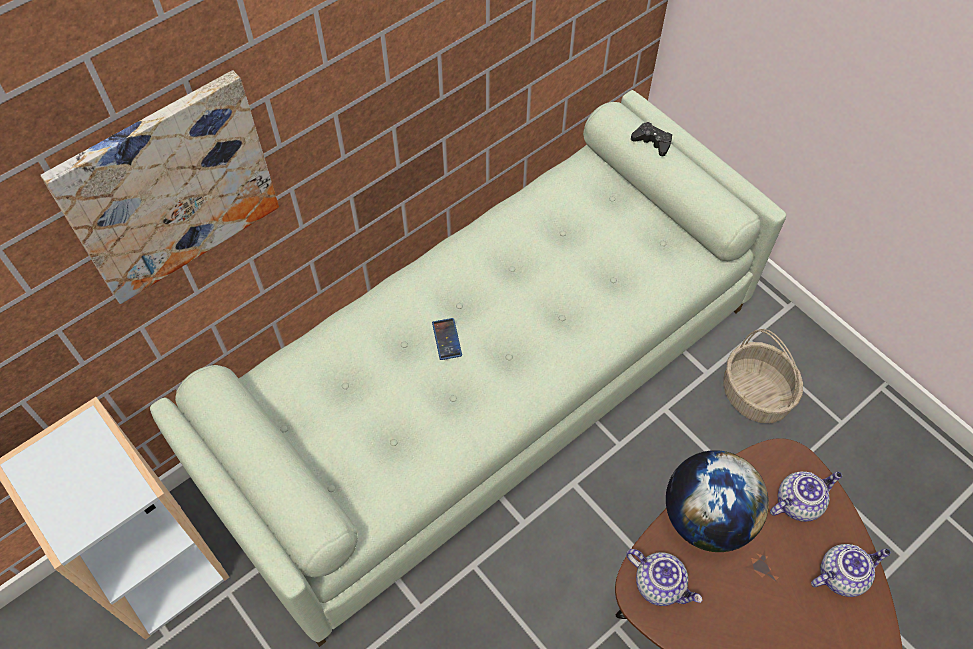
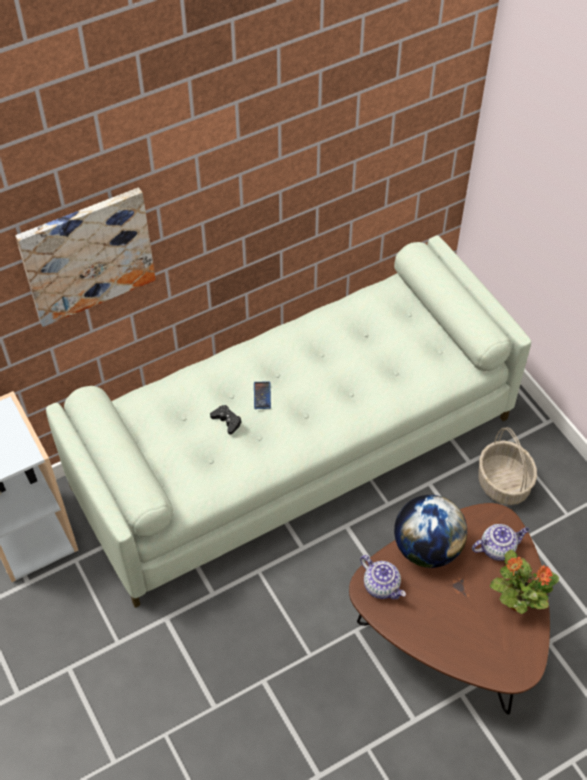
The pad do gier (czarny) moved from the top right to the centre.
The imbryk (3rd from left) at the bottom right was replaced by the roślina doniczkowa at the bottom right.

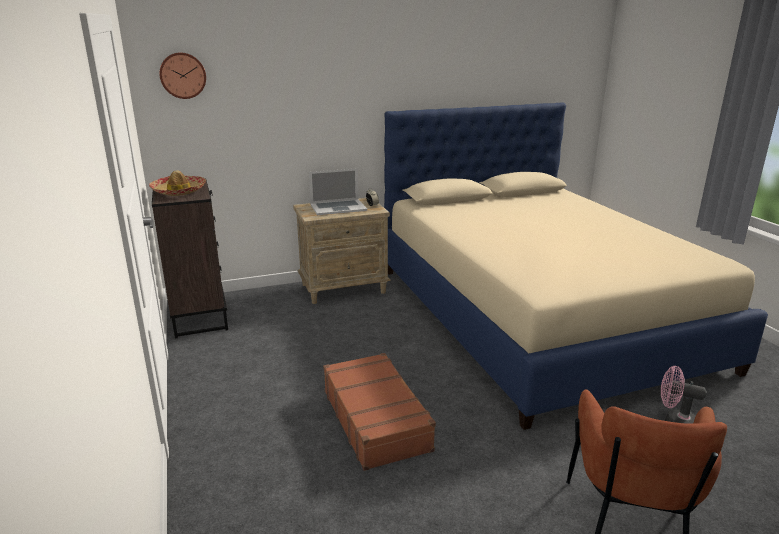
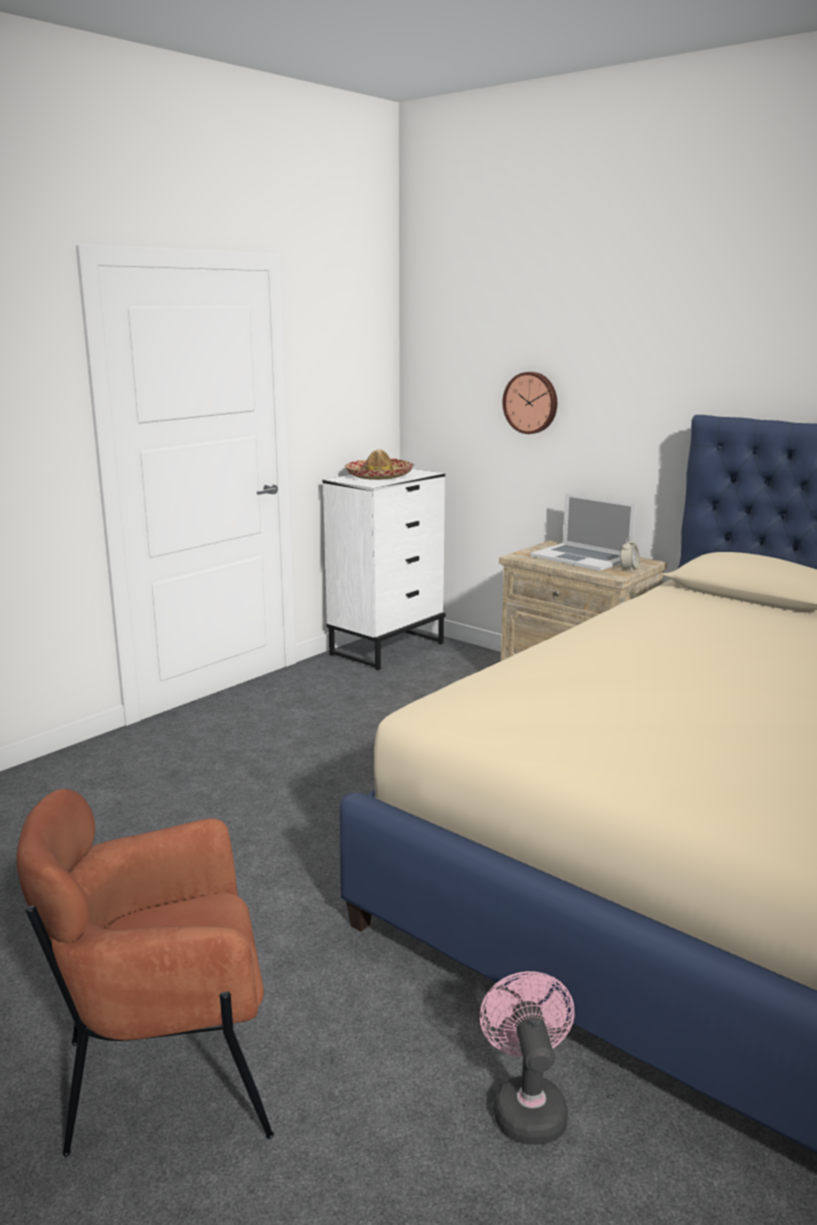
The zegar ścienny moved from the top left to the top centre.
The komoda (brązowy) at the middle left became the komoda (biały) at the centre.
The walizka (brązowy) at the bottom centre disappeared.

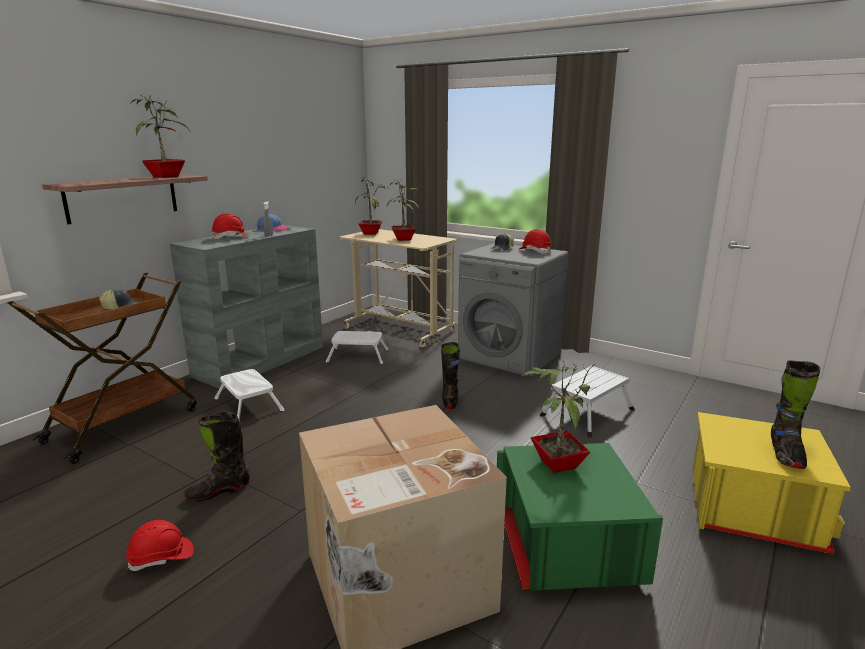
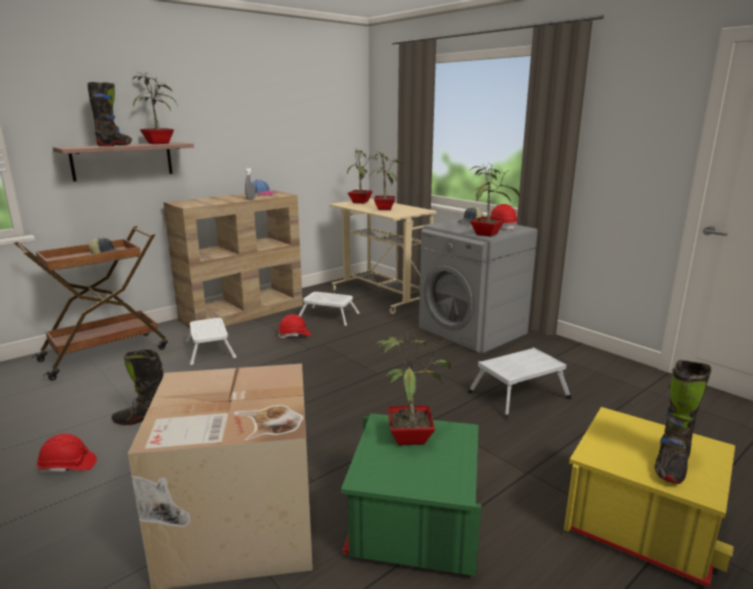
The kask (czerwony) (2nd from left) moved from the middle left to the centre.
The regał (szary) at the middle left became the regał (brązowy) at the middle left.
The but z cholewką (czarny) (2nd from left in the first image) moved from the centre to the top left.
The roślina doniczkowa (5th from left) at the centre appeared.

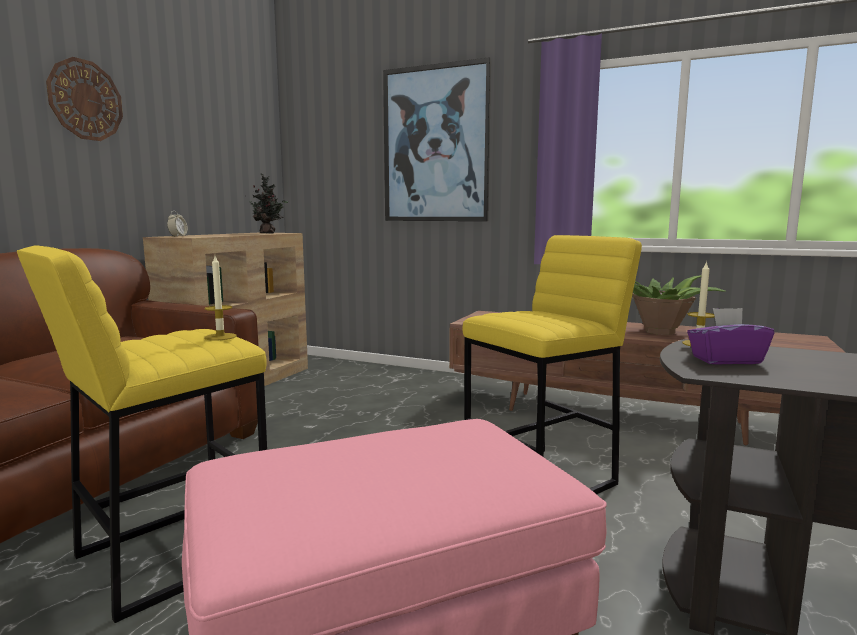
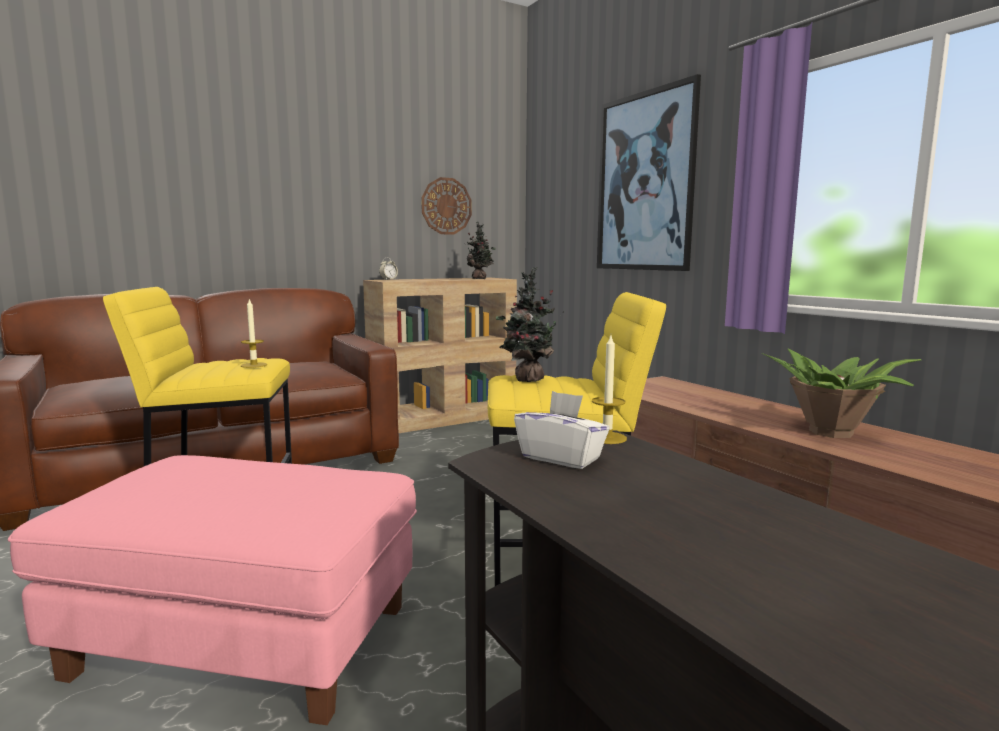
The zegar ścienny moved from the top left to the top centre.
The pudełko chusteczek (fioletowy) at the middle right became the pudełko chusteczek (biały) at the centre.
The roślina doniczkowa (2nd from left) at the centre appeared.

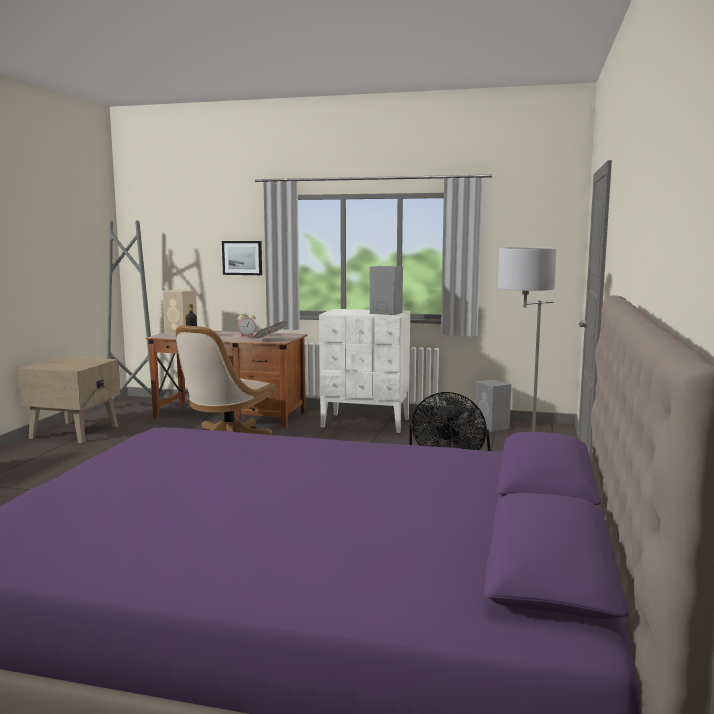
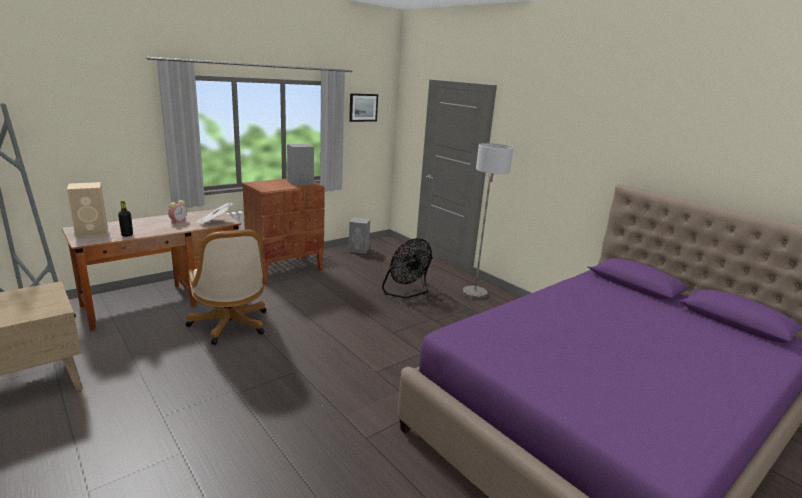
The obraz moved from the centre to the top centre.
The komoda (biały) at the centre became the komoda (brązowy) at the centre.

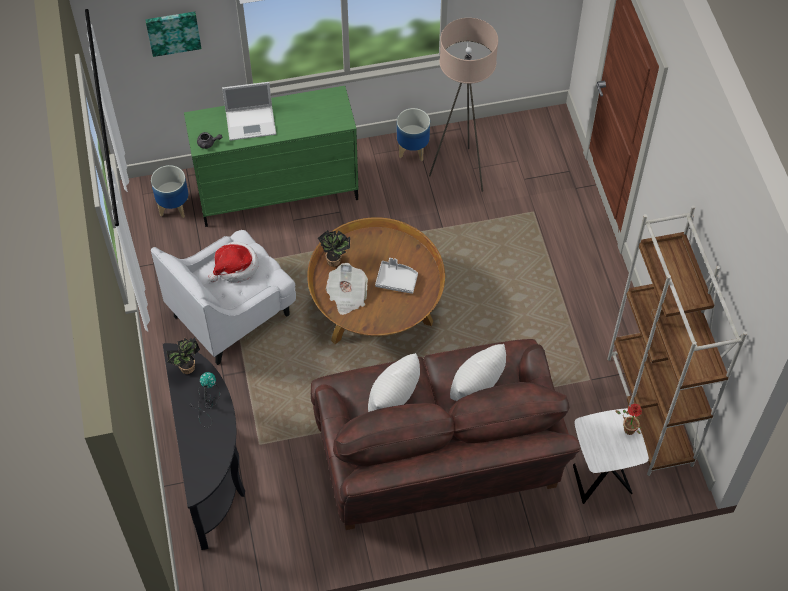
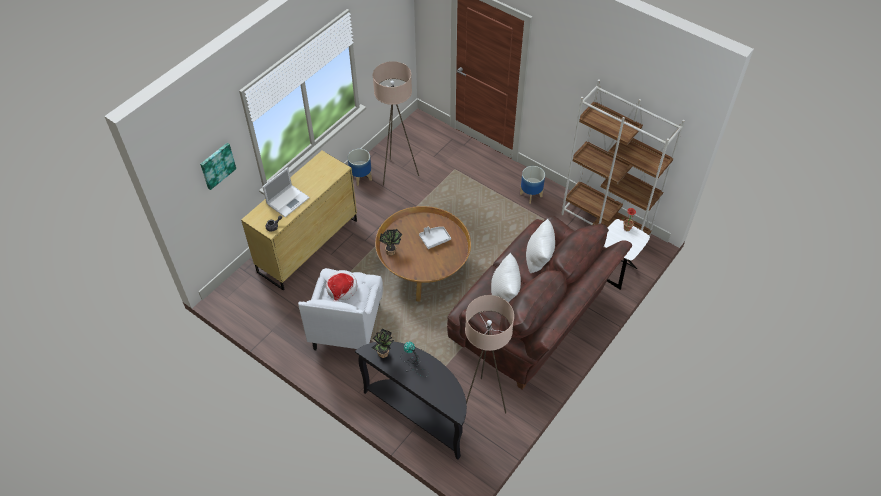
The komoda (zielony) at the top centre became the komoda (beżowy) at the centre.
The donica (1st from left in the first image) moved from the top left to the centre.
The gazeta at the centre disappeared.
The lampa stojąca (beżowy) (2nd from left) at the bottom centre appeared.

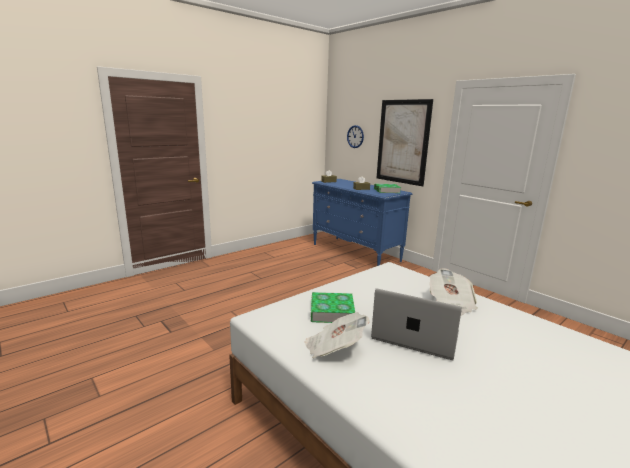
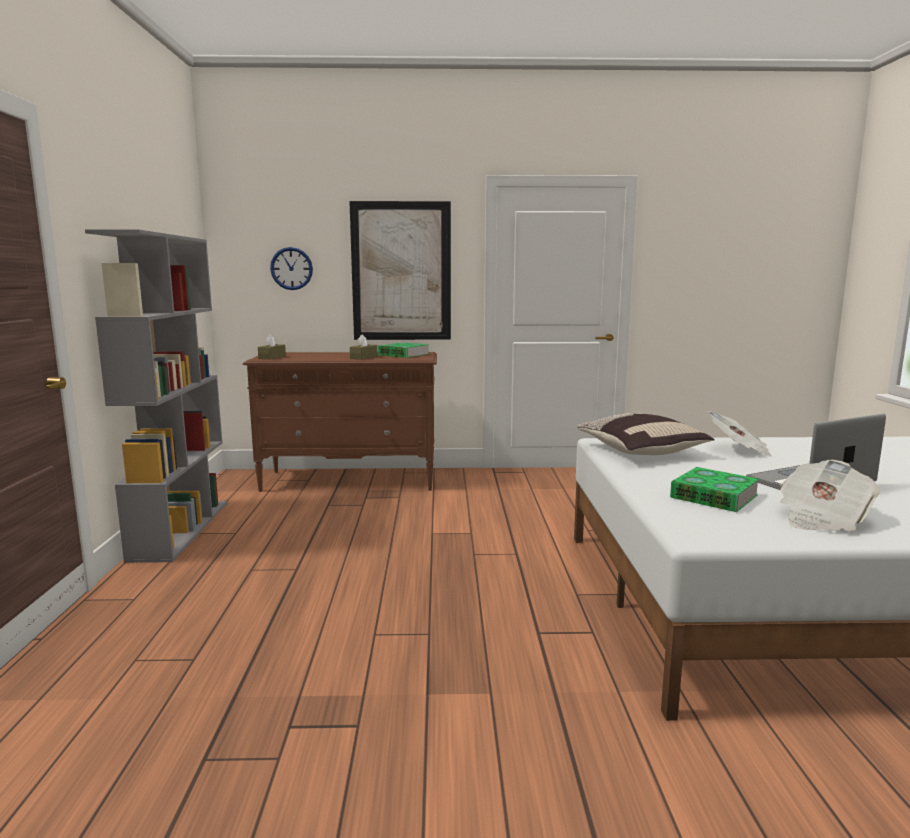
The komoda (niebieski) at the centre became the komoda (brązowy) at the centre.
The regał (szary) at the middle left appeared.
The poduszka at the middle right appeared.

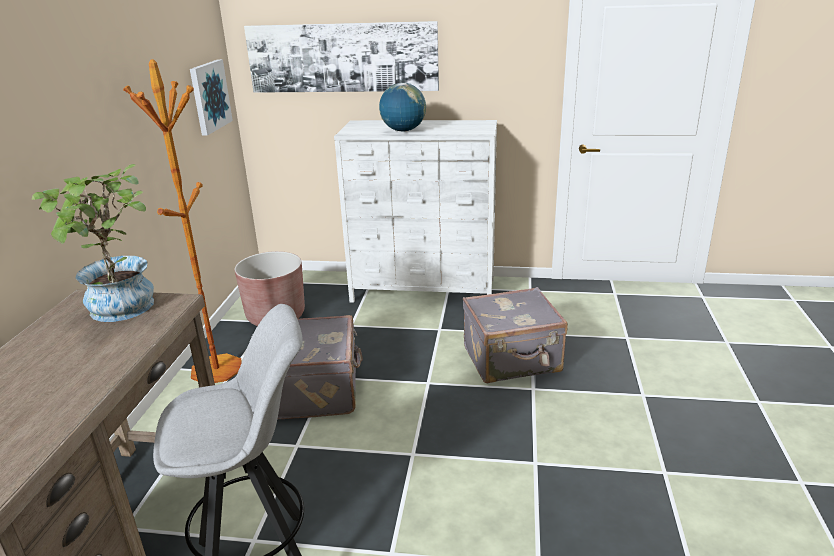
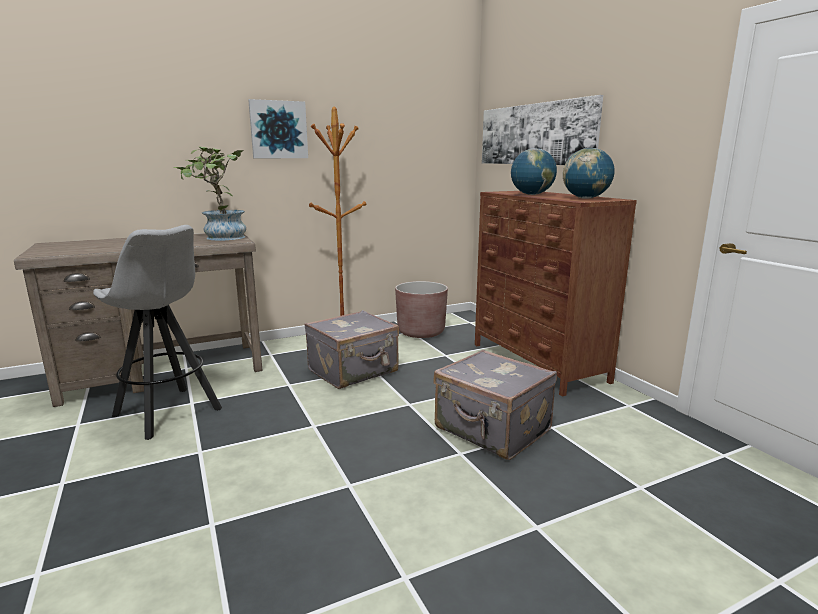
The obraz (1st from left) moved from the top left to the top centre.
The komoda (biały) at the centre became the komoda (brązowy) at the middle right.
The globus (2nd from left) at the top right appeared.

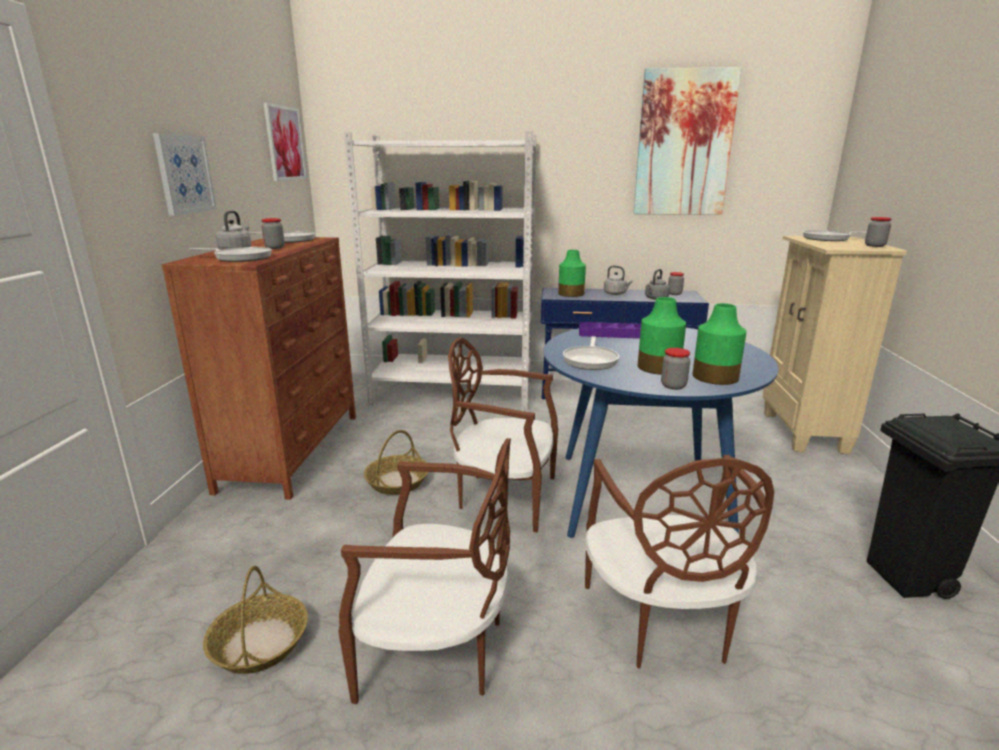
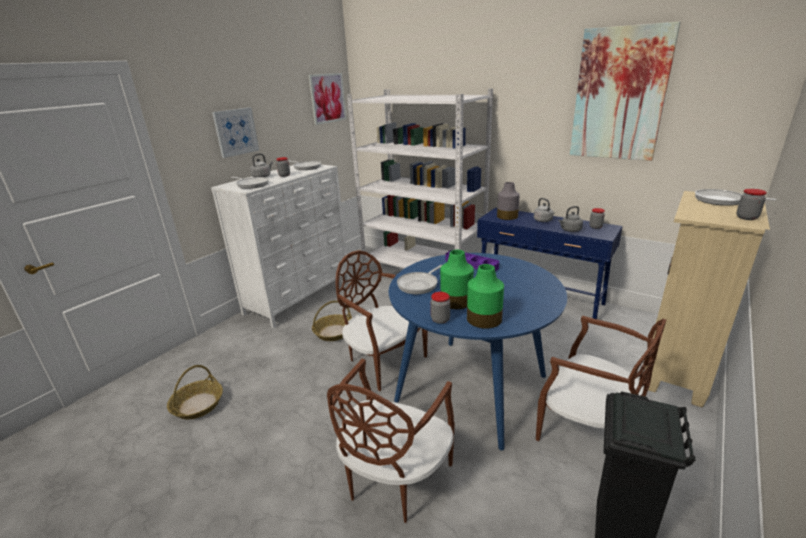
The komoda (brązowy) at the middle left became the komoda (biały) at the centre.
The wazon (zielony) (1st from left) at the centre became the wazon (szary) at the centre.
The krzesło (brązowy) (1st from left in the first image) moved from the bottom centre to the bottom right.

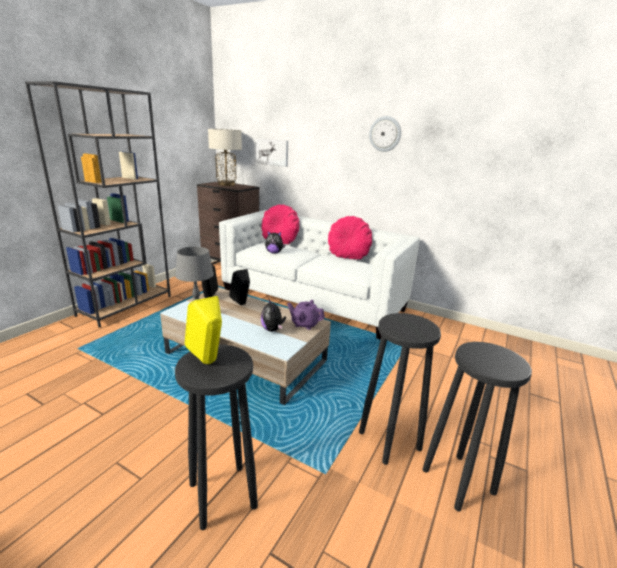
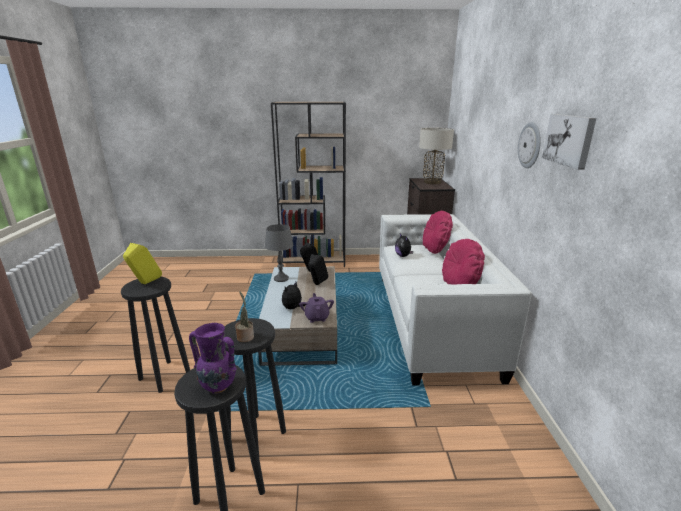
The obraz moved from the top centre to the top right.
The roślina doniczkowa at the centre appeared.
The wazon (fioletowy) at the bottom left appeared.

